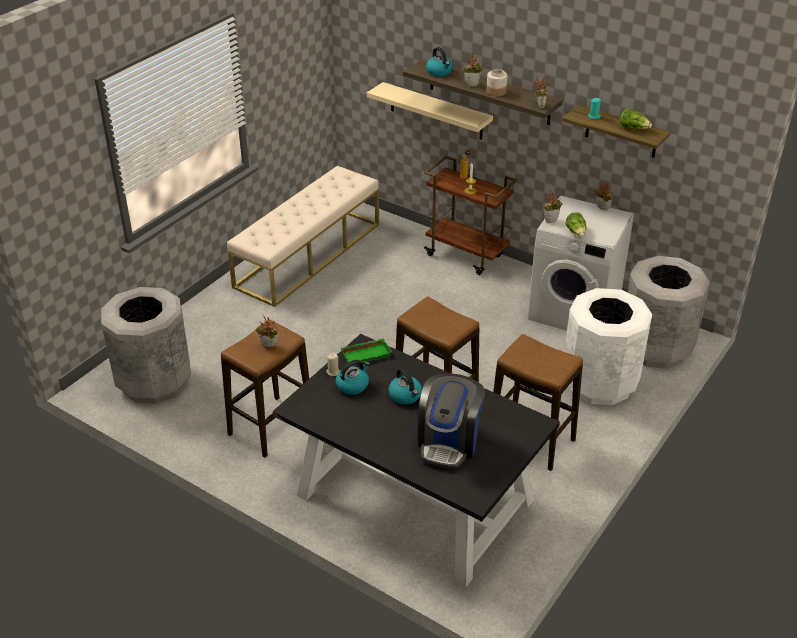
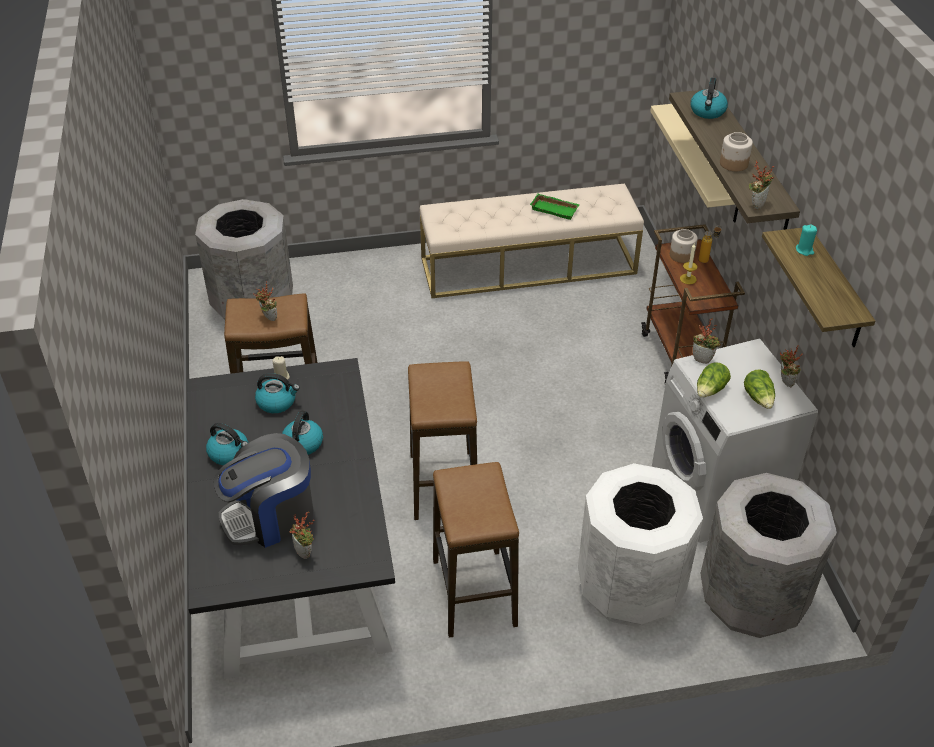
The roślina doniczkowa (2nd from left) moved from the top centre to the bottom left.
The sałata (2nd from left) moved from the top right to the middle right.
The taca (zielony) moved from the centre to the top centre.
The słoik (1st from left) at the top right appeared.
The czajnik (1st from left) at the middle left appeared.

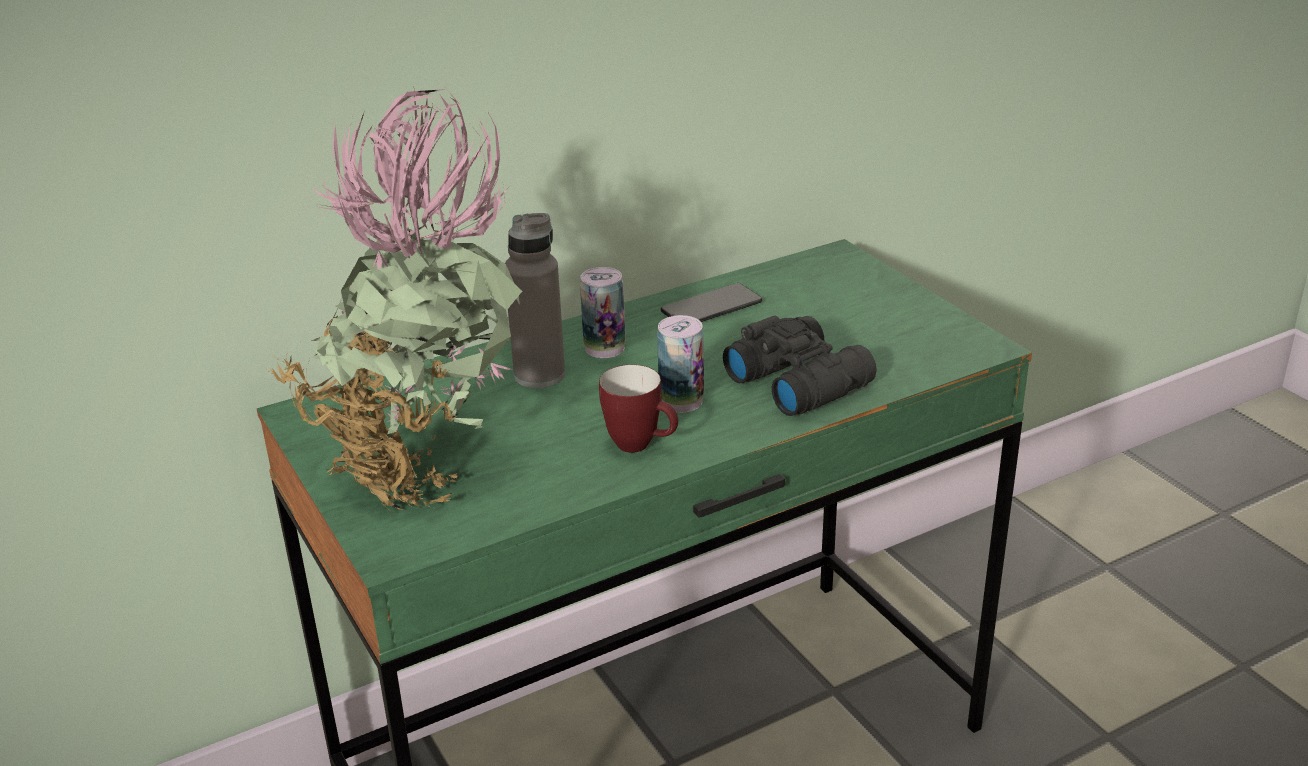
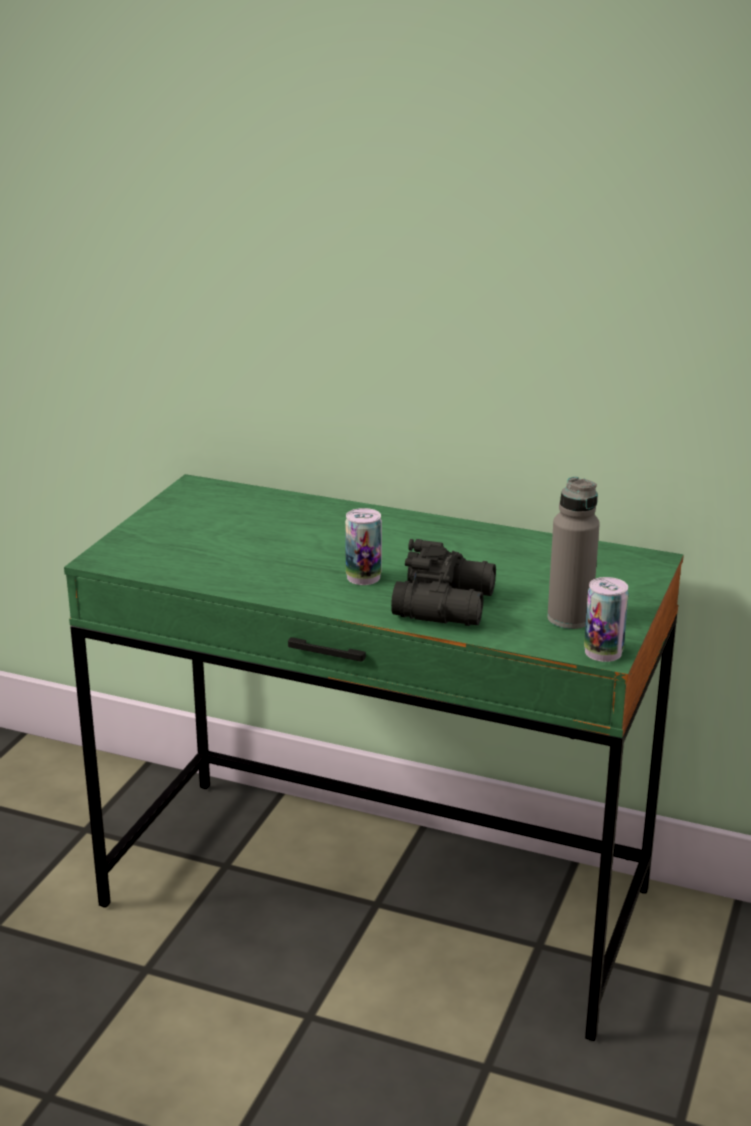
The roślina doniczkowa at the middle left disappeared.
The butelka (szary) moved from the centre to the middle right.
The puszka (1st from left in the first image) moved from the centre to the middle right.
The telefon at the centre disappeared.
The kubek at the centre disappeared.

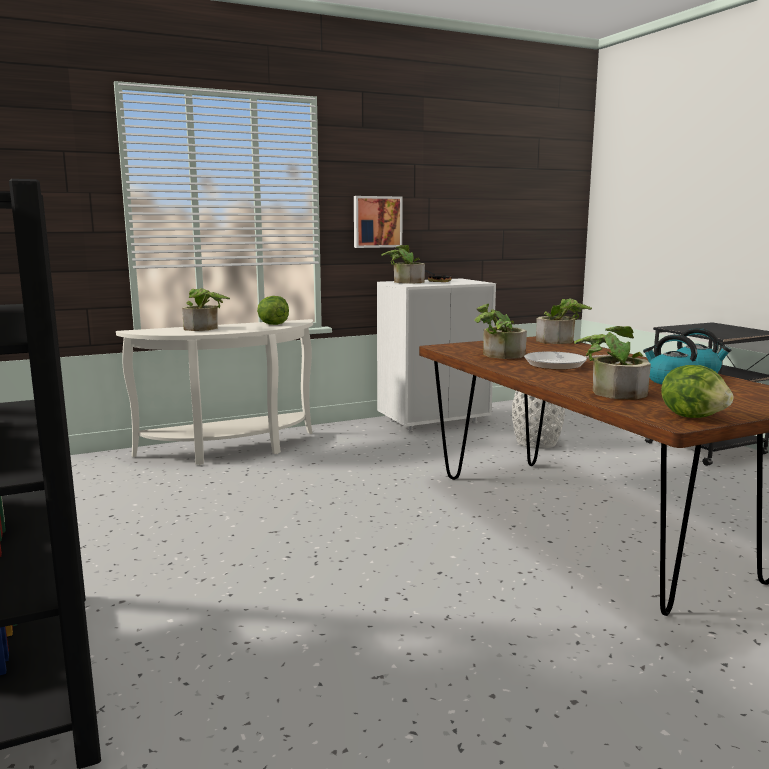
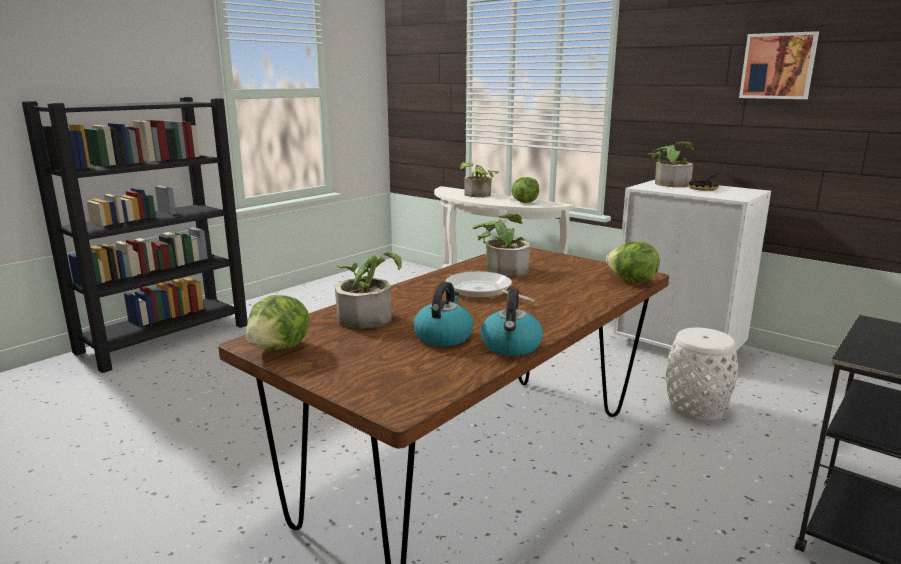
The obraz moved from the top centre to the top right.
The roślina doniczkowa (4th from left) at the middle right was replaced by the sałata (3rd from left) at the middle right.

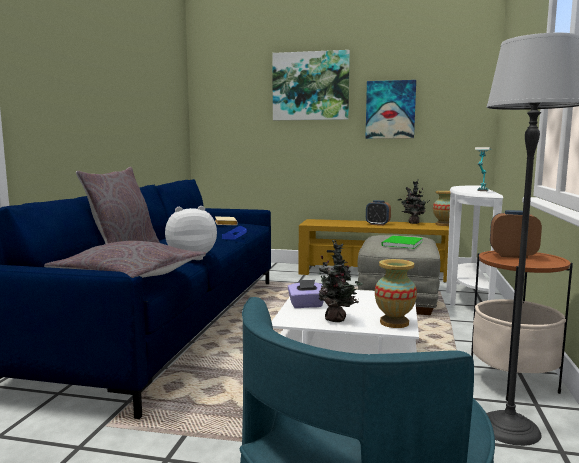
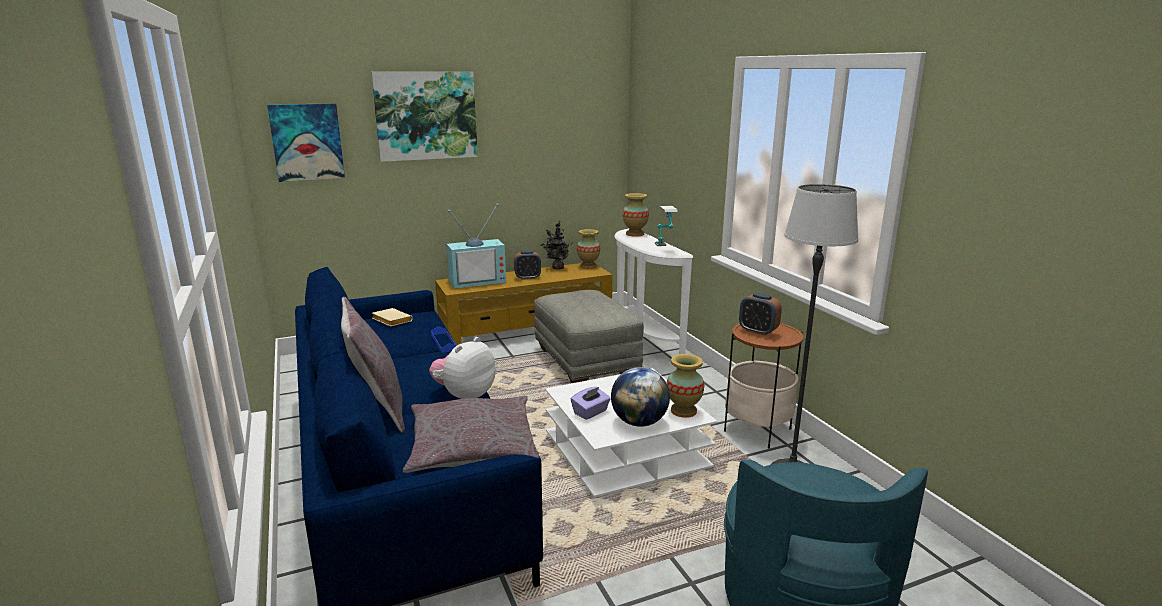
The obraz (2nd from left in the first image) moved from the top right to the top left.
The budzik (2nd from left) at the middle right turned 120 degrees counterclockwise.
The książka (zielony) at the middle right disappeared.
The roślina doniczkowa (1st from left) at the centre was replaced by the globus at the centre.
The wazon (2nd from left) at the centre appeared.
The telewizor at the centre appeared.

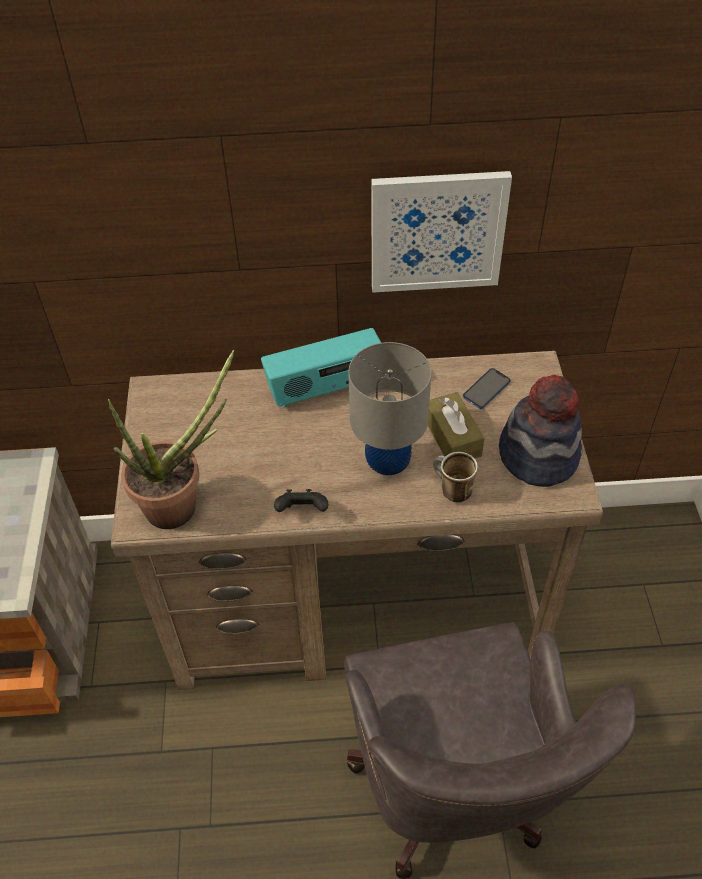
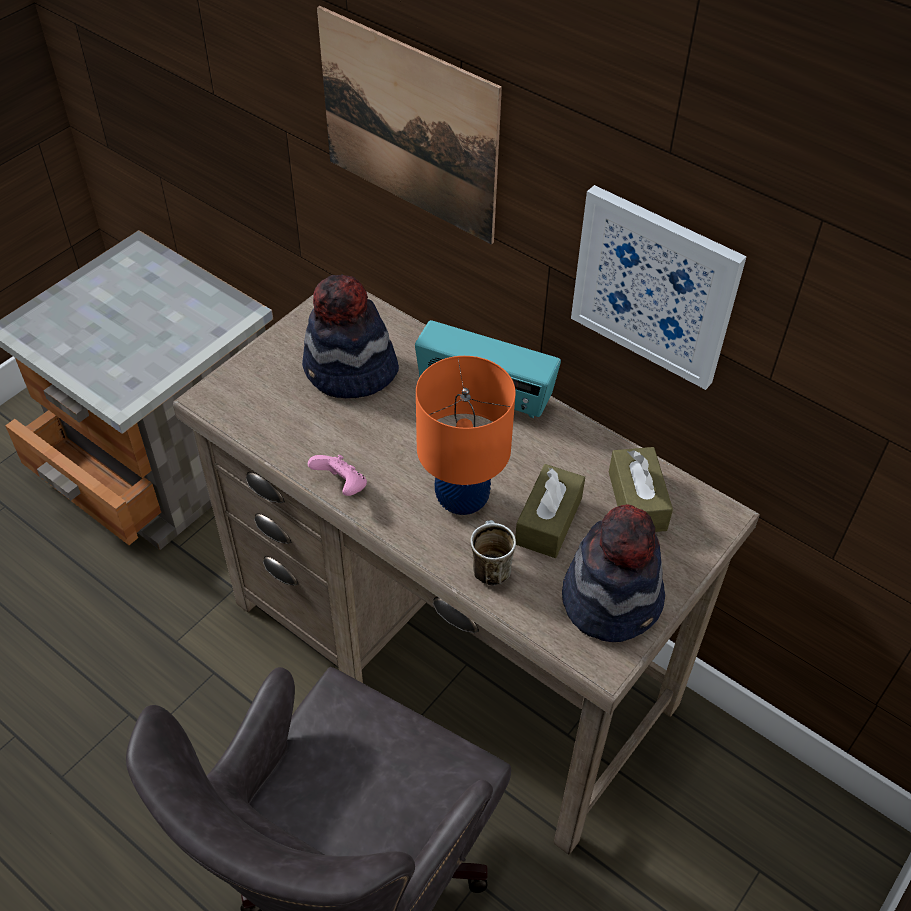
The lampa stołowa (szary) at the centre became the lampa stołowa (pomarańczowy) at the centre.
The roślina doniczkowa at the middle left disappeared.
The telefon at the middle right was replaced by the pudełko chusteczek (brązowy) (2nd from left) at the middle right.
The pad do gier (czarny) at the centre became the pad do gier (różowy) at the centre.
The obraz (1st from left) at the top centre appeared.
The kapelusz (1st from left) at the centre appeared.

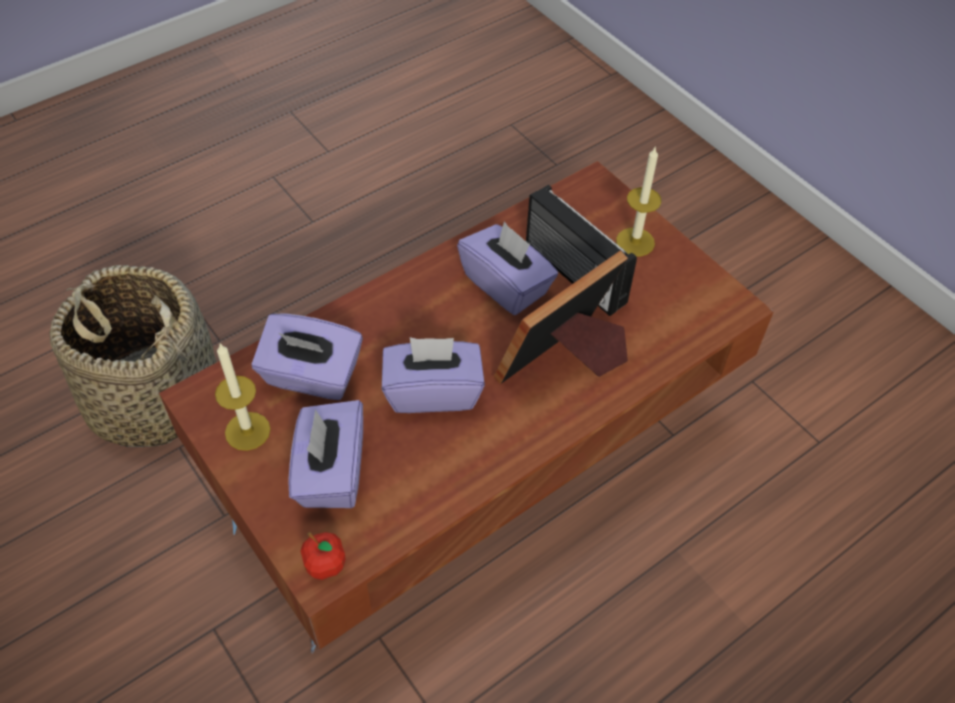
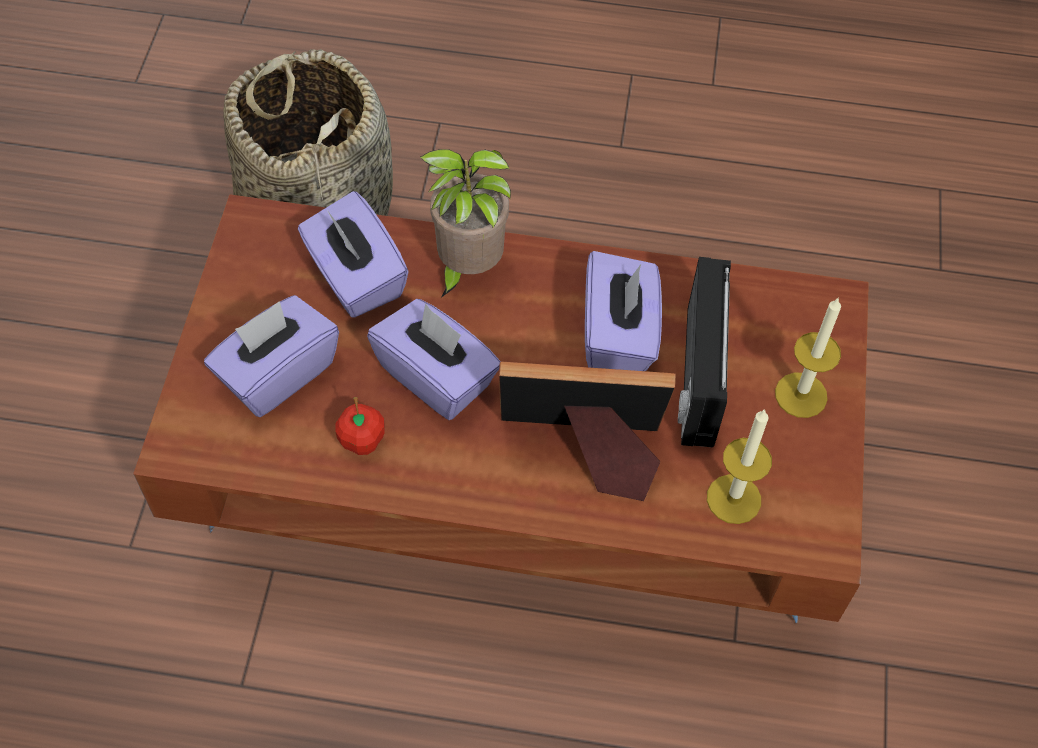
The świeca (1st from left) moved from the middle left to the middle right.
The jabłko moved from the bottom centre to the centre.
The roślina doniczkowa at the top centre appeared.

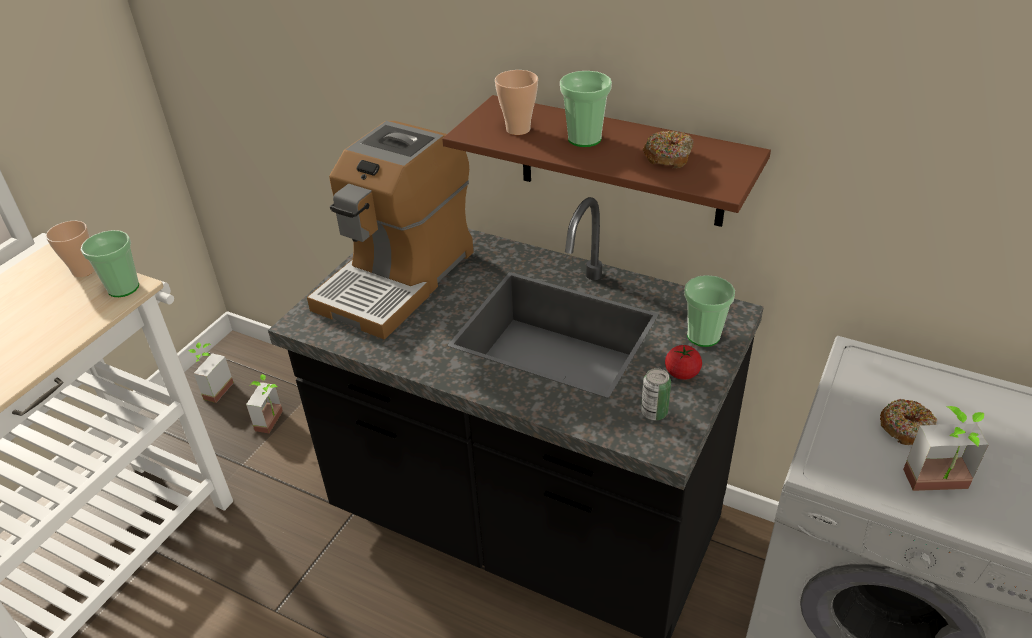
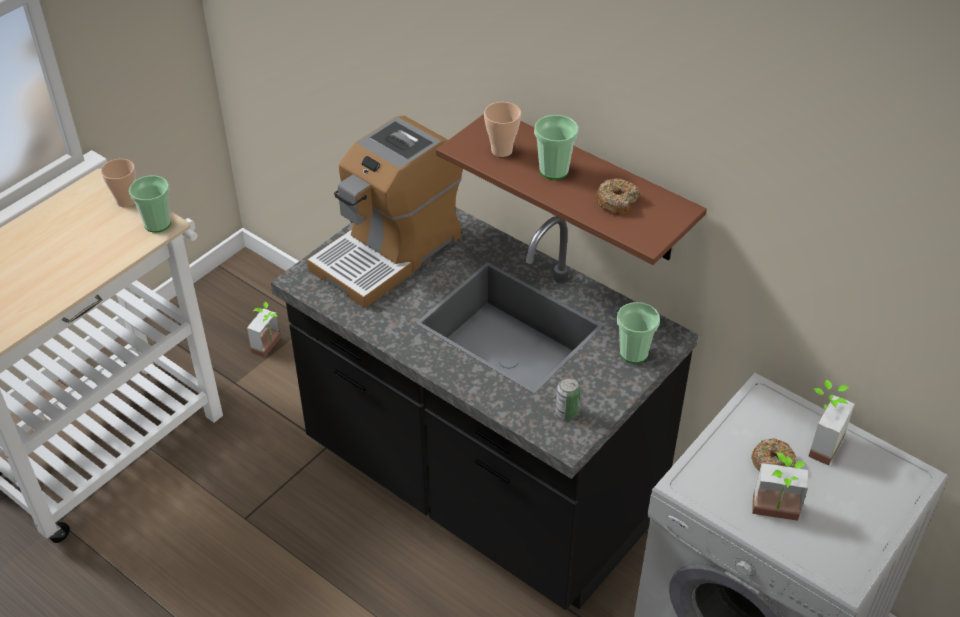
The roślina doniczkowa (1st from left in the first image) moved from the middle left to the bottom right.
The pomidor at the centre disappeared.

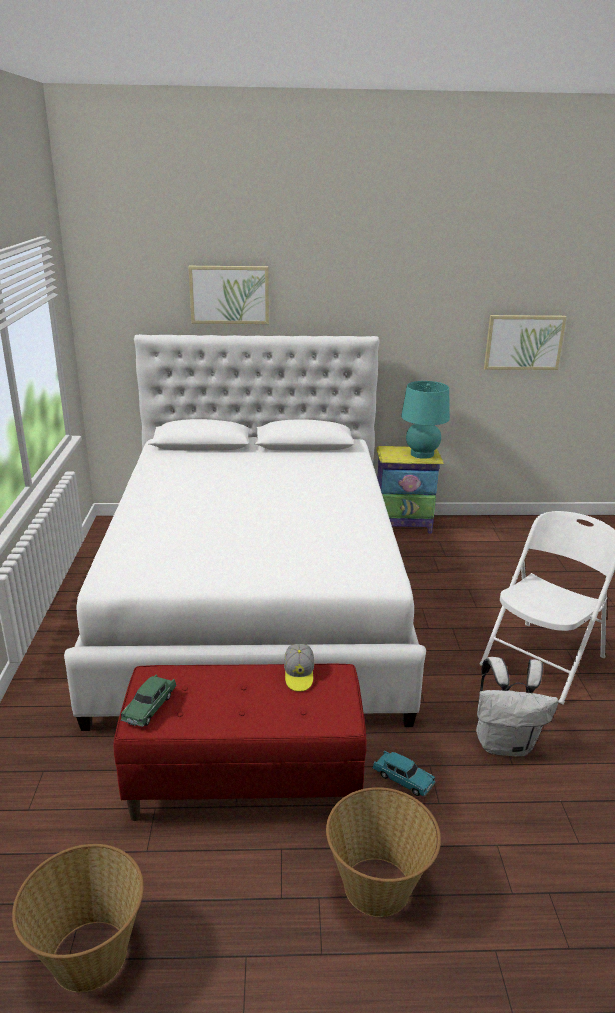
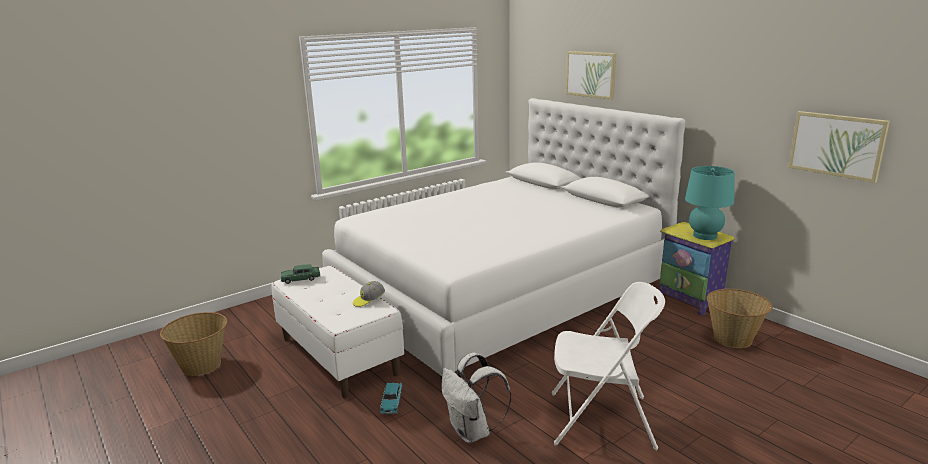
The ławka (czerwony) at the bottom centre became the ławka (biały) at the bottom centre.
The koszyk (2nd from left) moved from the bottom centre to the bottom right.

